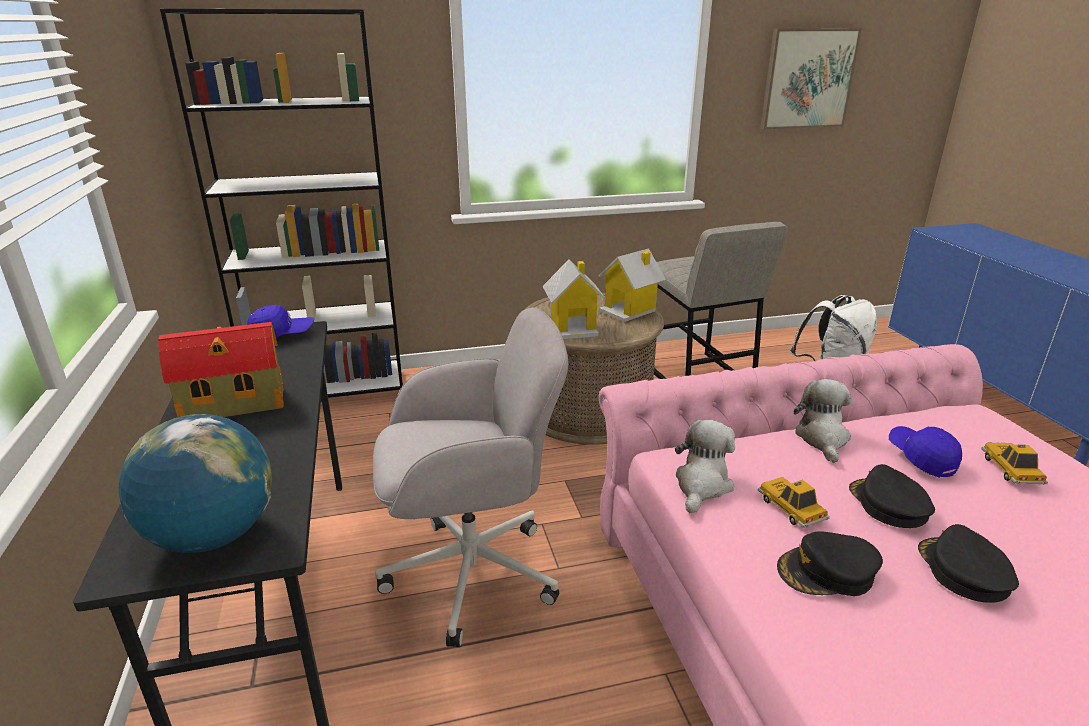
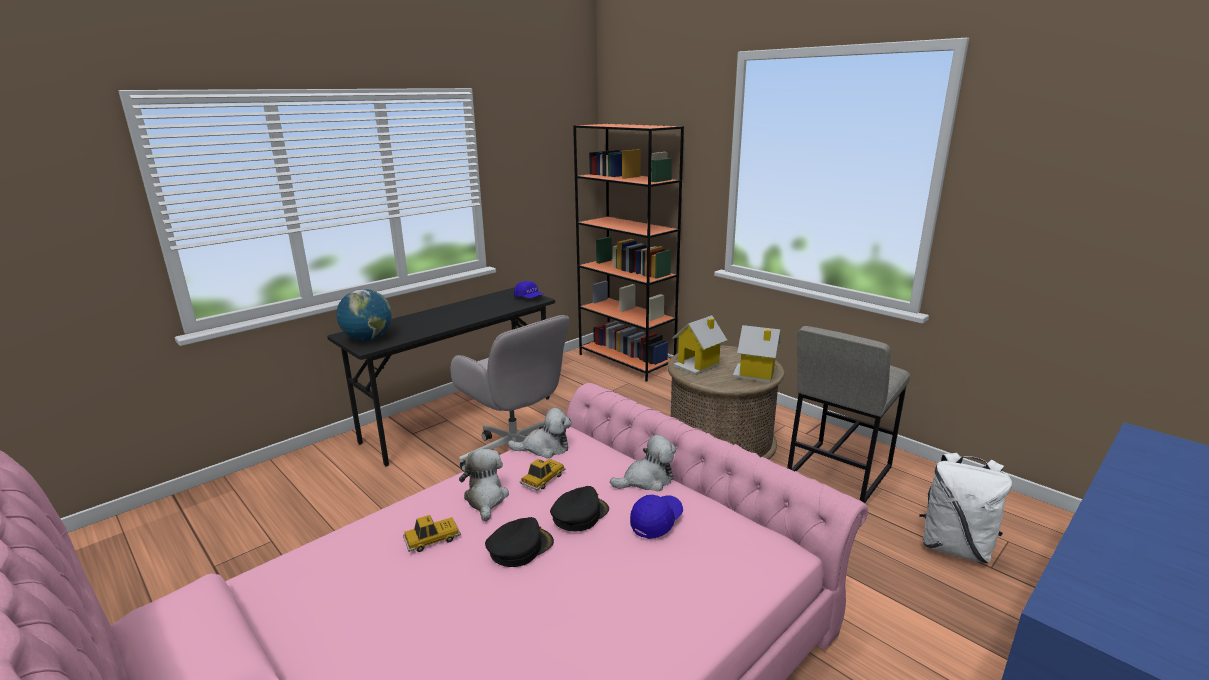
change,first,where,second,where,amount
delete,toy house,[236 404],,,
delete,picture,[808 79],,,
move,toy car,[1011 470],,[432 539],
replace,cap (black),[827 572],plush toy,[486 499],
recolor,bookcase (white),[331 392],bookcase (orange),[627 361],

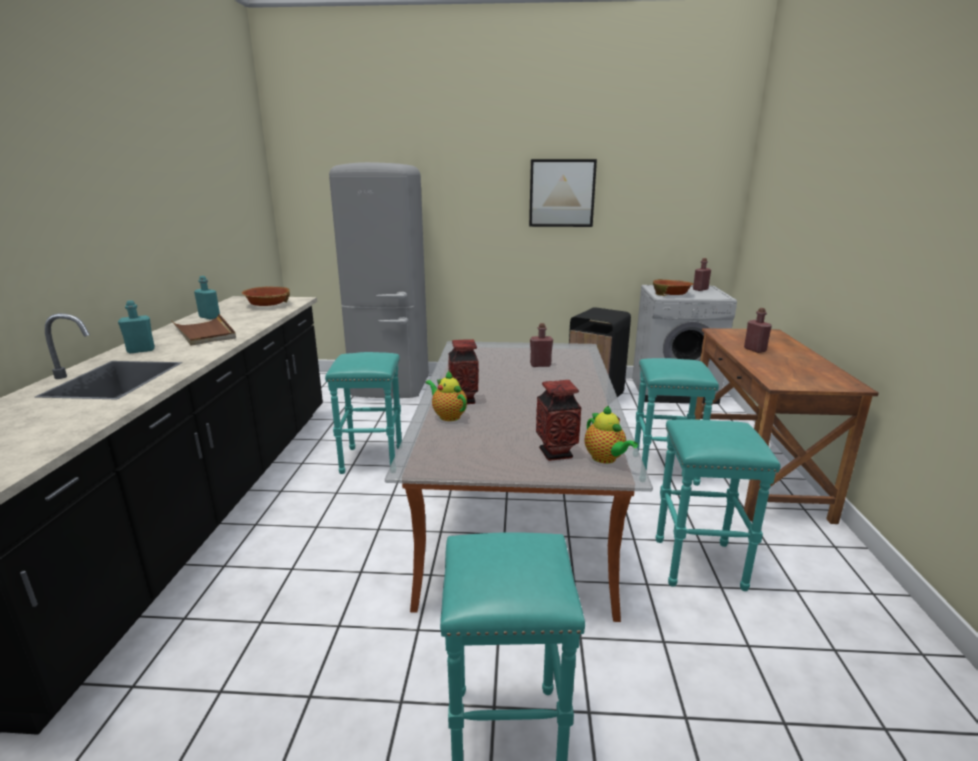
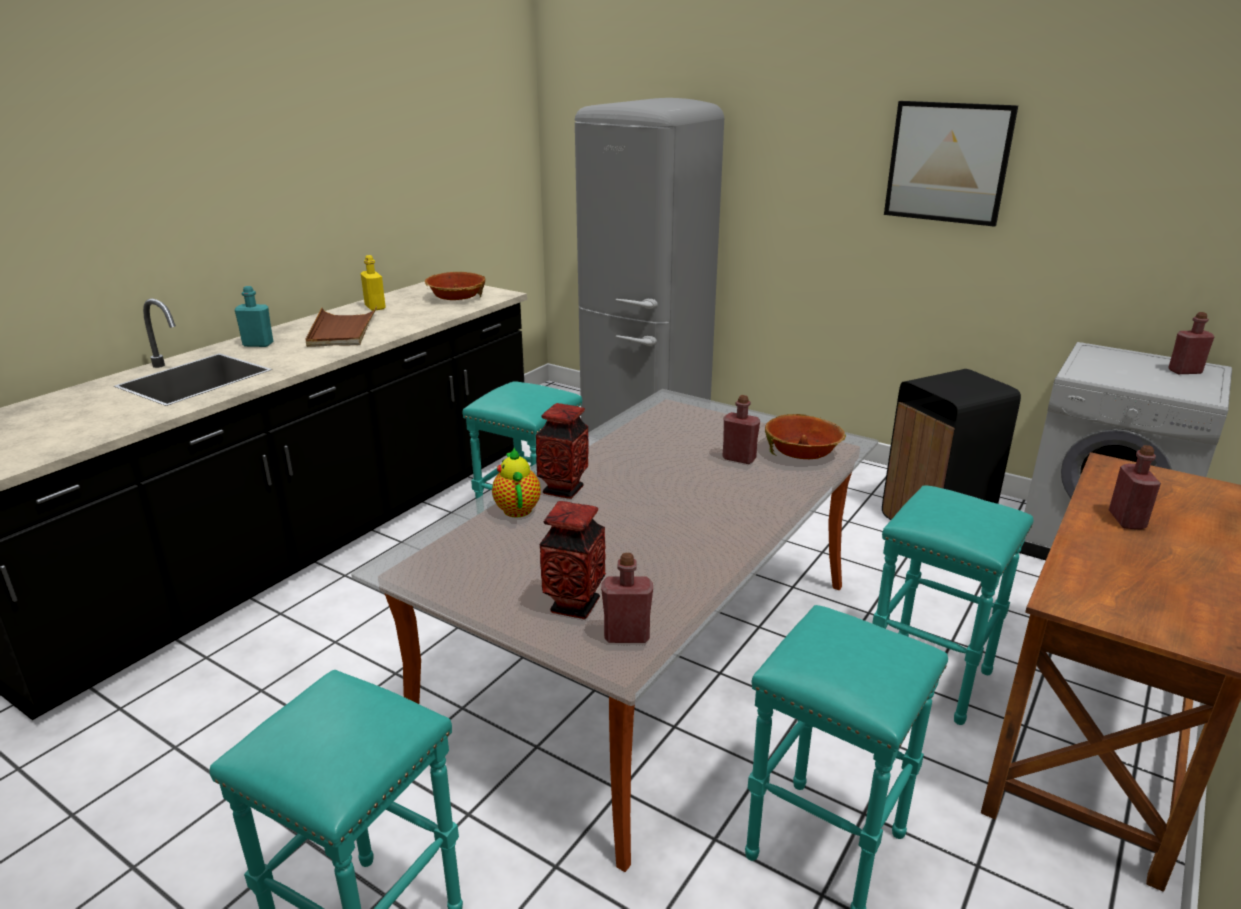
change,first,where,second,where,amount
move,bowl,[671 294],,[802 452],
replace,teapot,[605 459],bottle (red),[627 636],
recolor,bottle (turquoise),[209 317],bottle (yellow),[375 307],

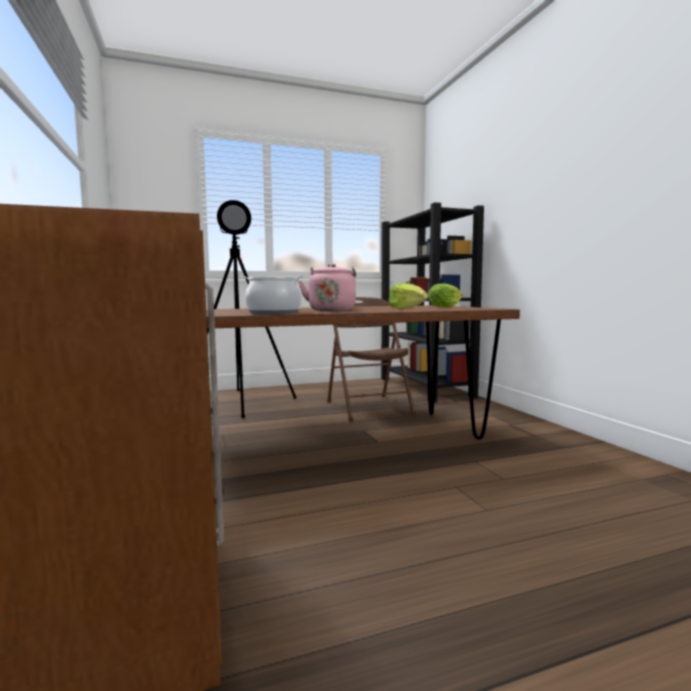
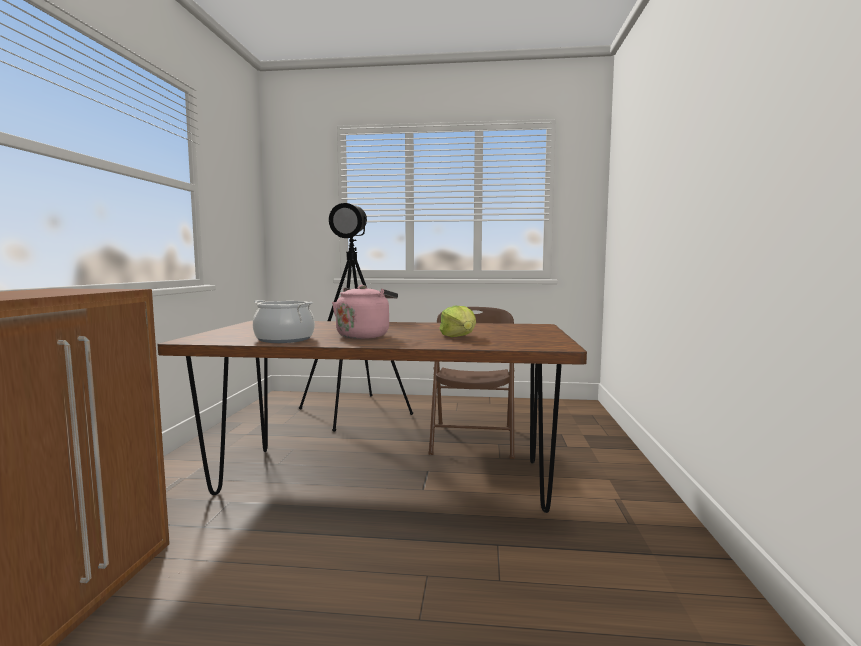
change,first,where,second,where,amount
delete,bookcase (black),[425 387],,,
delete,lettuce,[445 307],,,

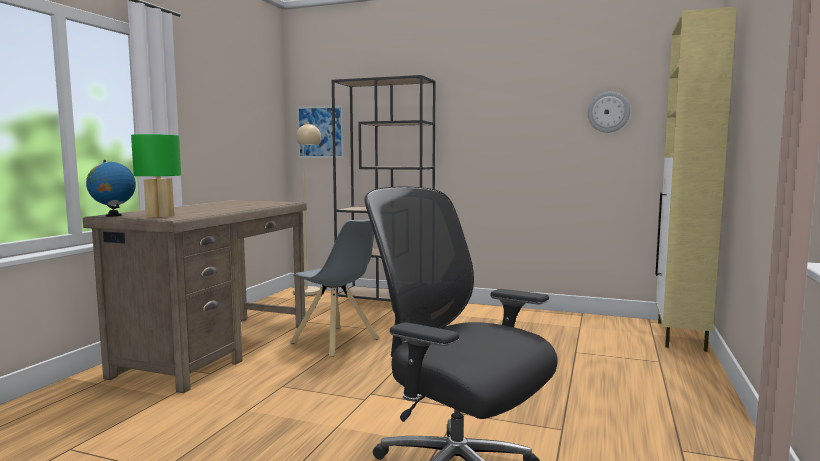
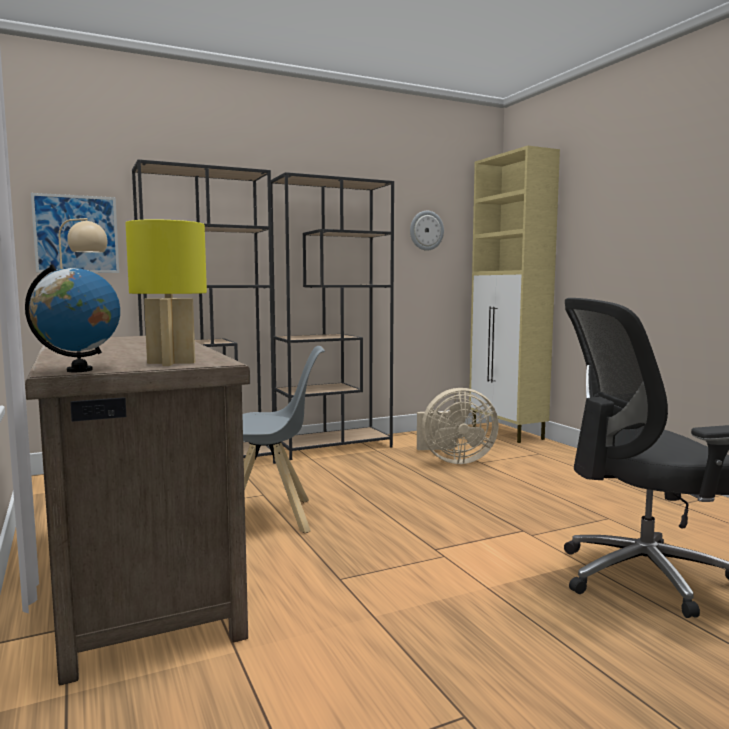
change,first,where,second,where,amount
insert,,,bookcase,[334 447],
insert,,,fan (beige),[454 460],
recolor,table lamp (green),[160 216],table lamp (yellow),[171 363],

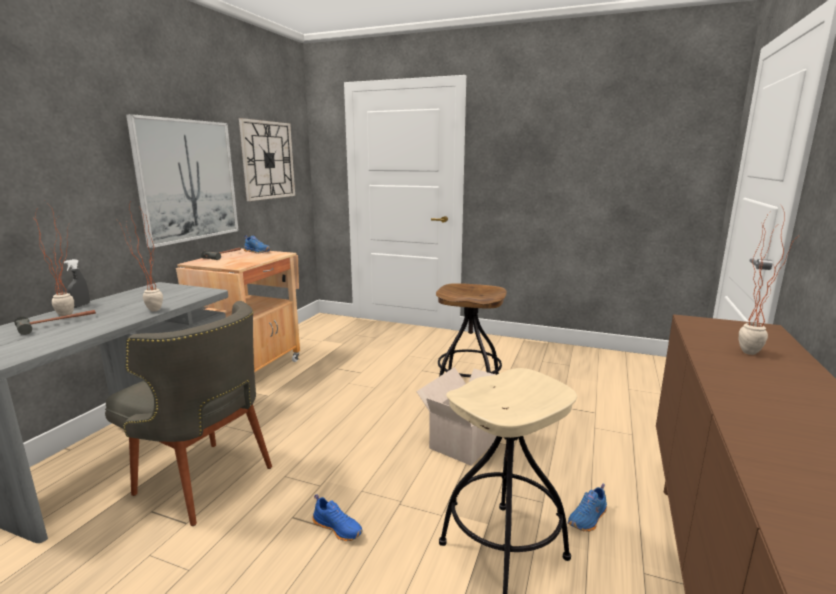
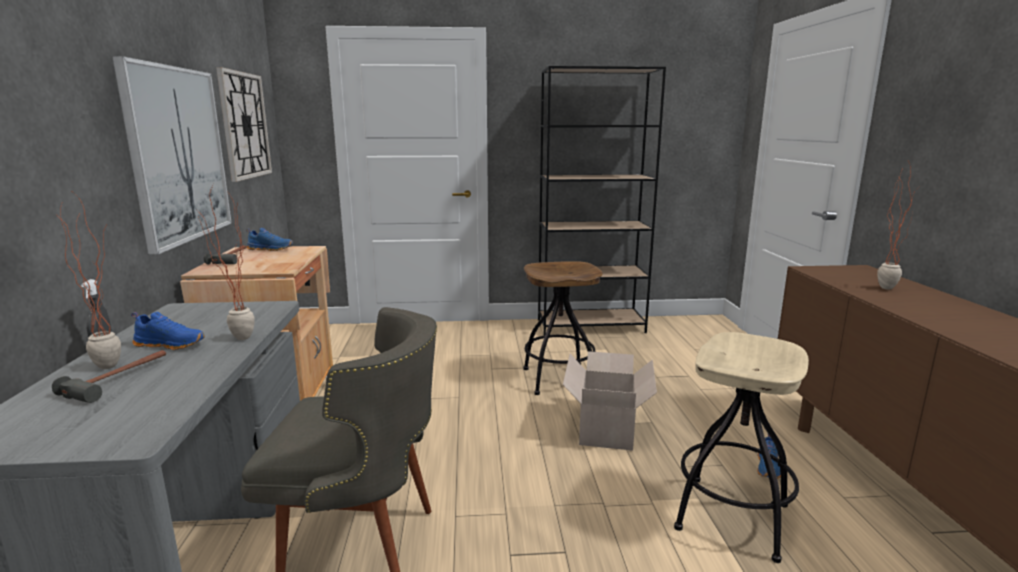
change,first,where,second,where,amount
insert,,,bookcase (beige),[591 326],
move,shoe (blue),[338 527],,[171 344],

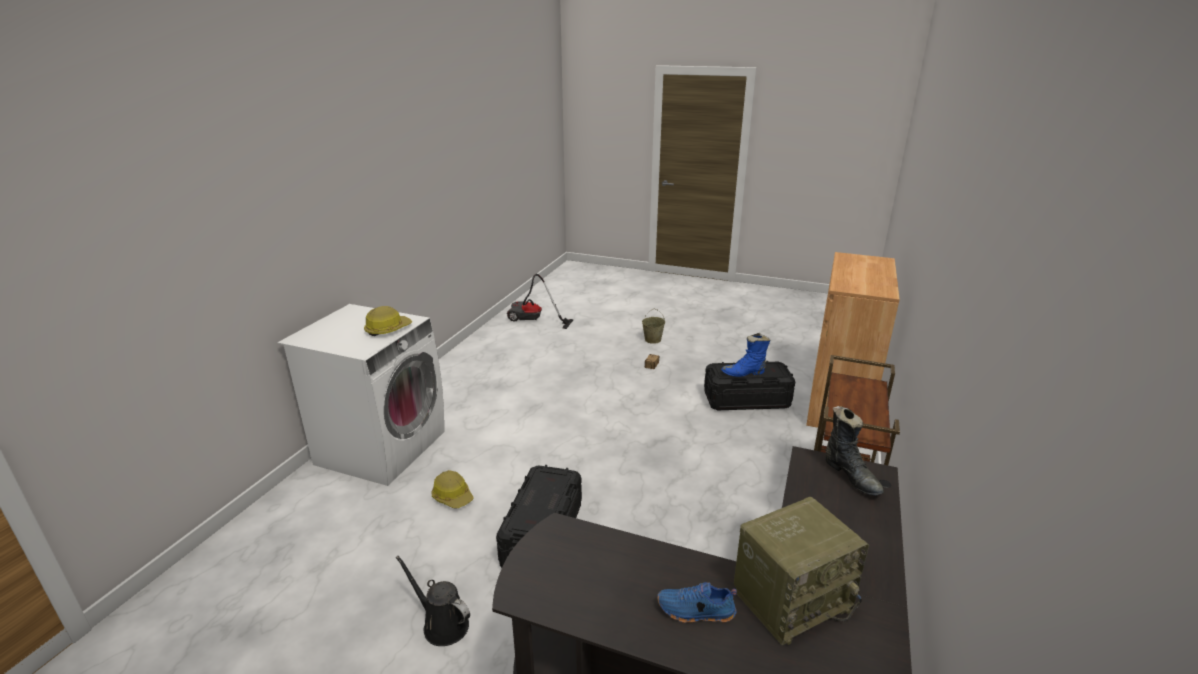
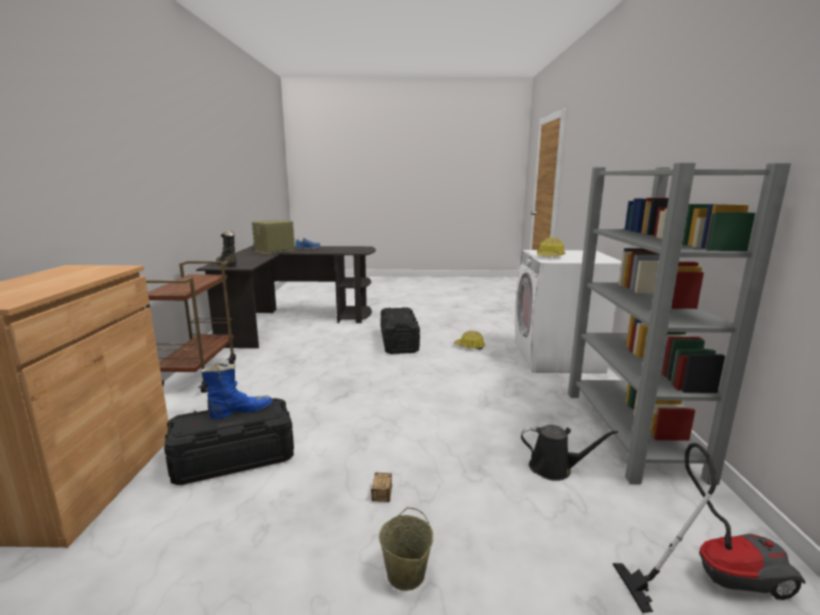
change,first,where,second,where,amount
insert,,,bookcase (grey),[631 432],
move,watering can (black),[442 624],,[554 468],

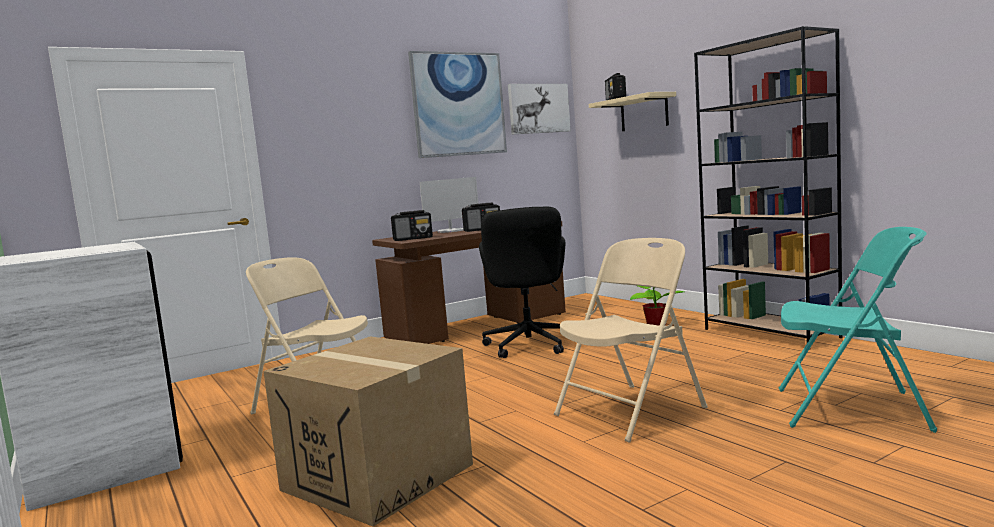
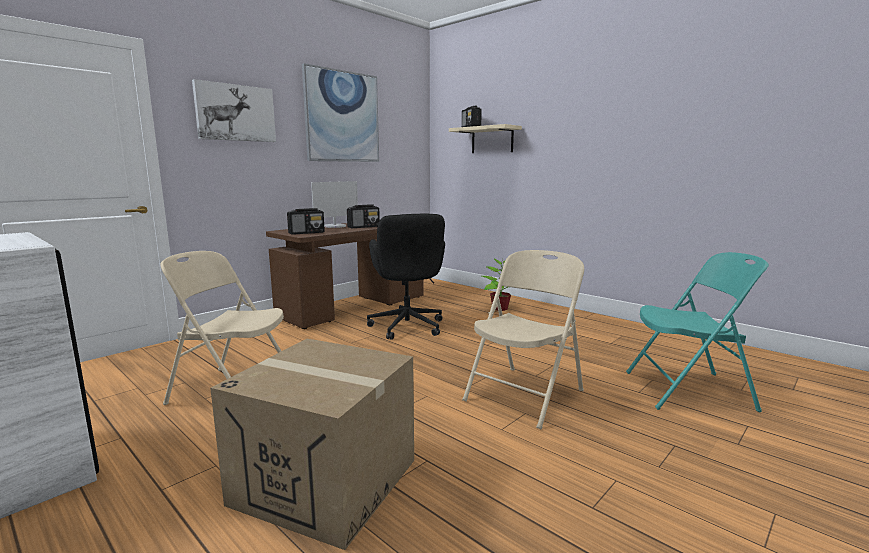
change,first,where,second,where,amount
delete,bookcase (beige),[771 333],,,
move,picture,[538 108],,[235 113],

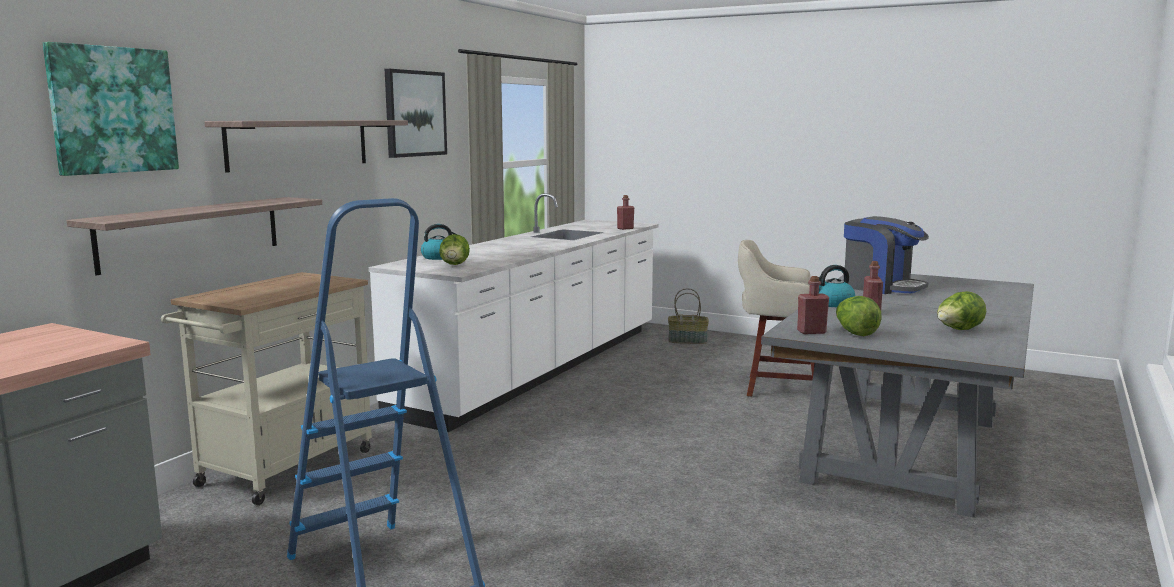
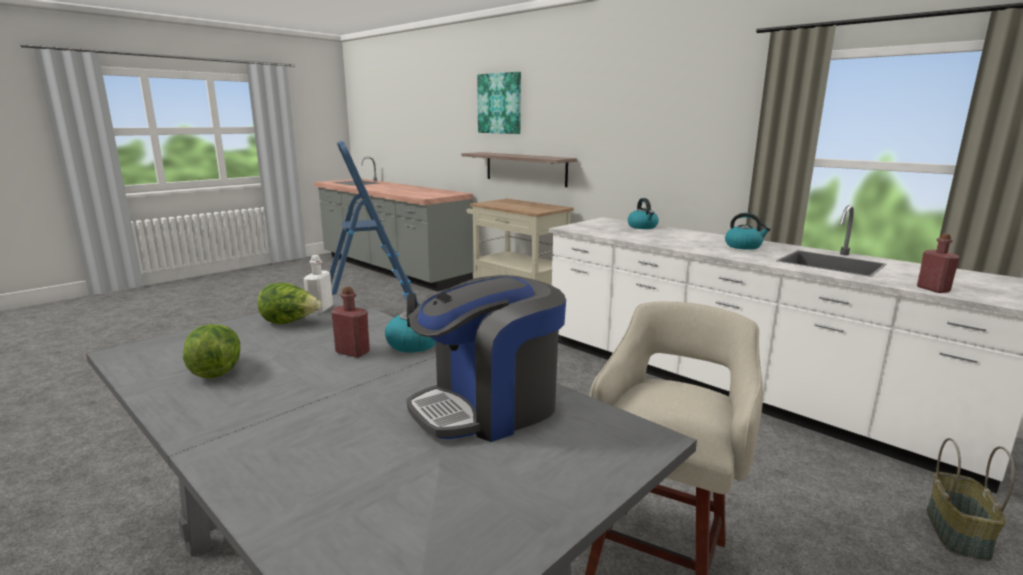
change,first,where,second,where,amount
delete,shelf,[299 144],,,
delete,picture,[414 113],,,
delete,lettuce,[455 265],,,
insert,,,kettle,[743 246],
recolor,bottle (red),[811 332],bottle (white),[320 309],

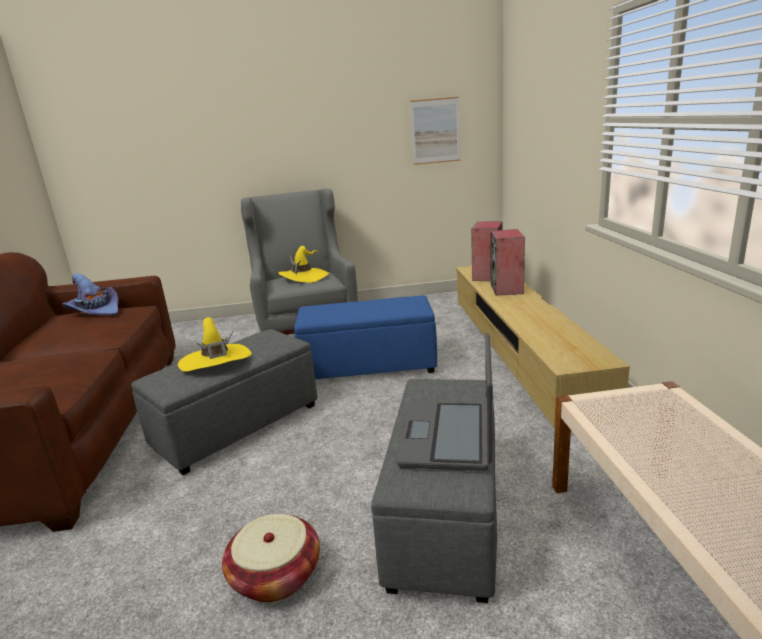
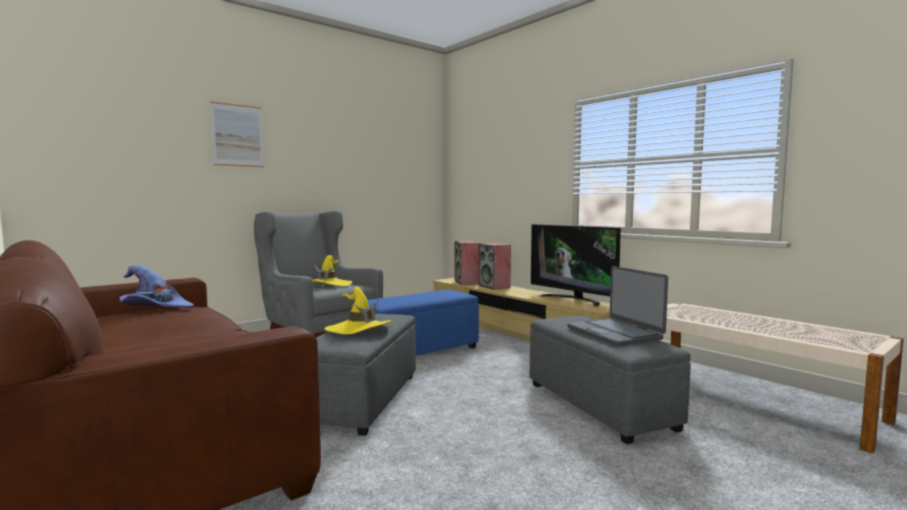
change,first,where,second,where,amount
delete,basket,[276 576],,,
insert,,,television,[573 299],
move,picture,[435 131],,[237 135],

